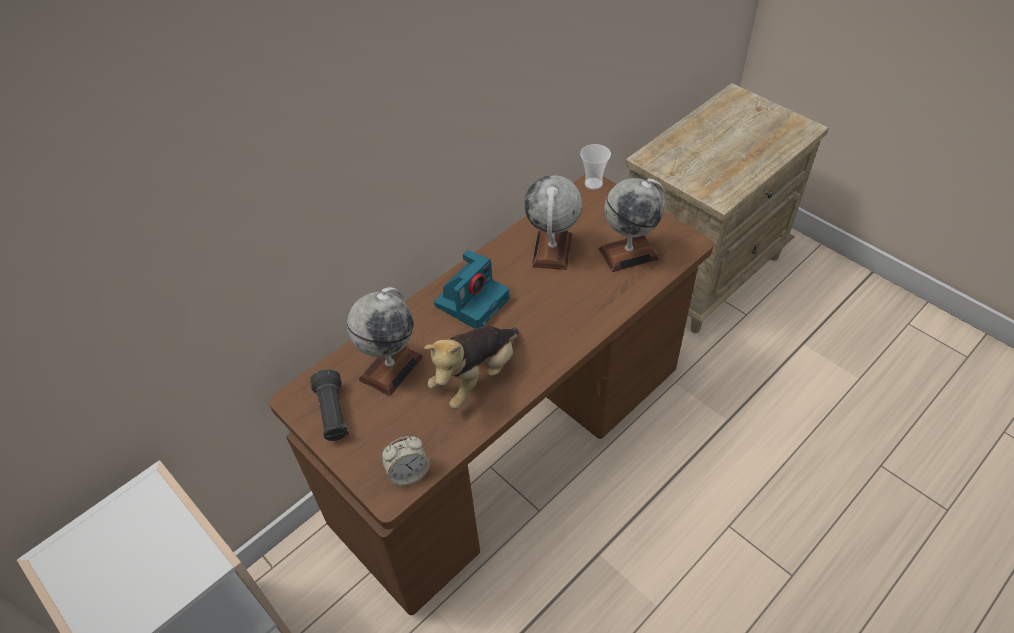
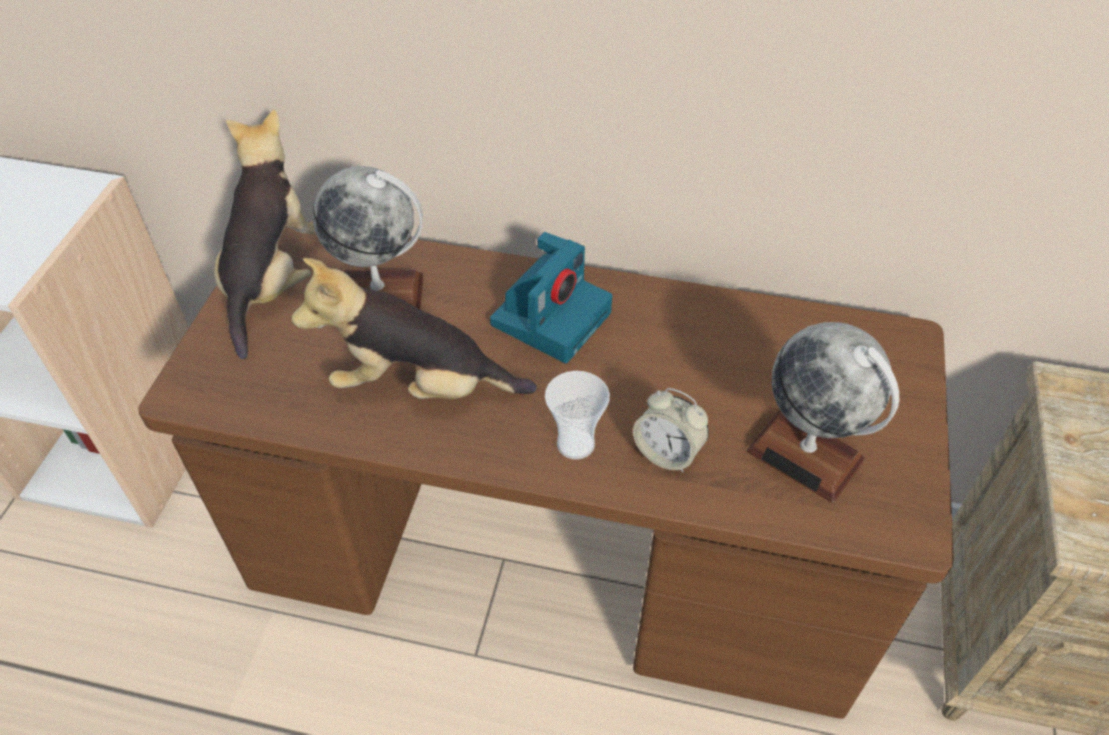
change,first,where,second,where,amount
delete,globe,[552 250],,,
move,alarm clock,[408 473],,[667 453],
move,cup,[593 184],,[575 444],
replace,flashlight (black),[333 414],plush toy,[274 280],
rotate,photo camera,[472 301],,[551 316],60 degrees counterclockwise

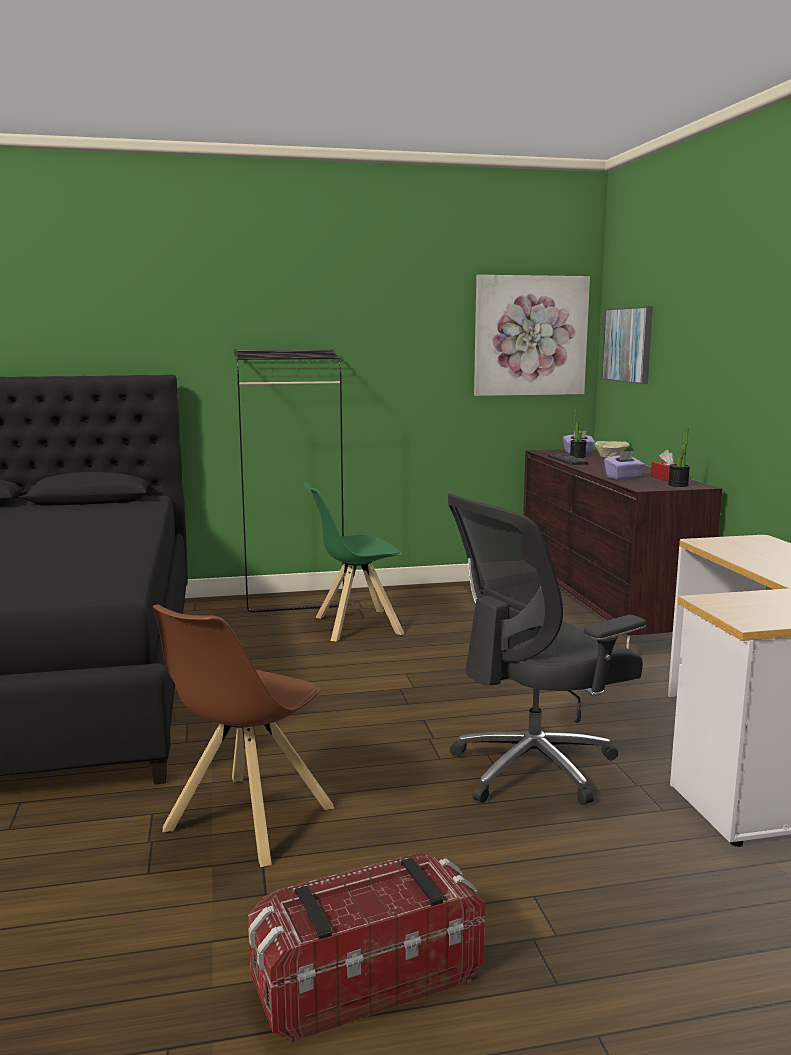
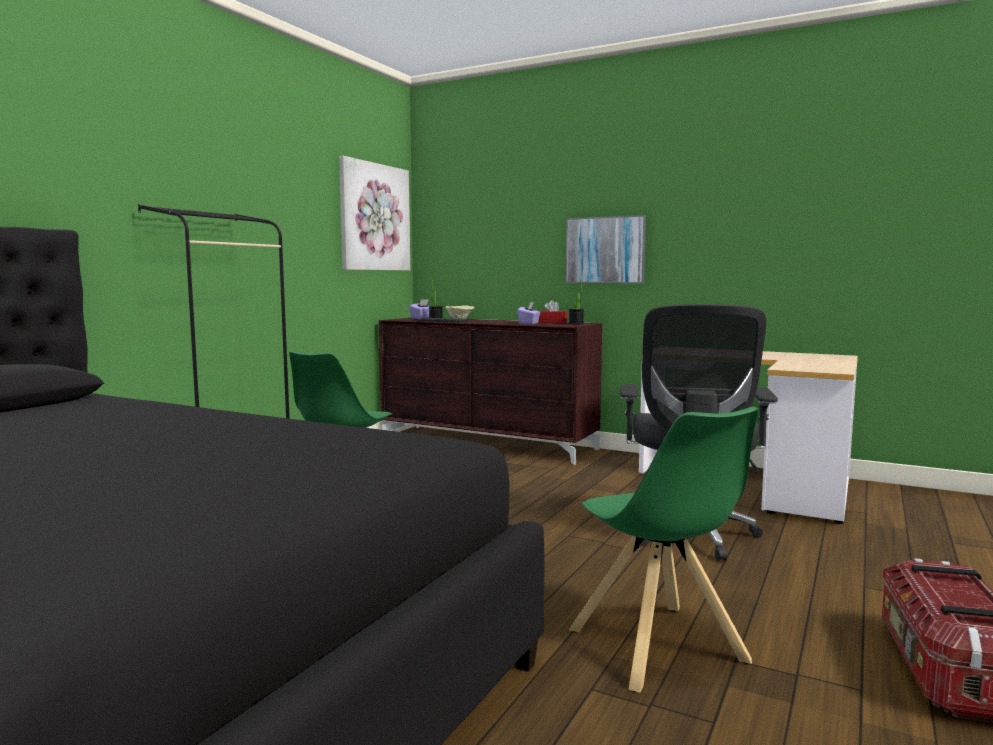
change,first,where,second,where,amount
move,picture,[628 345],,[605 250],
recolor,chair (brown),[246 821],chair (green),[659 648],

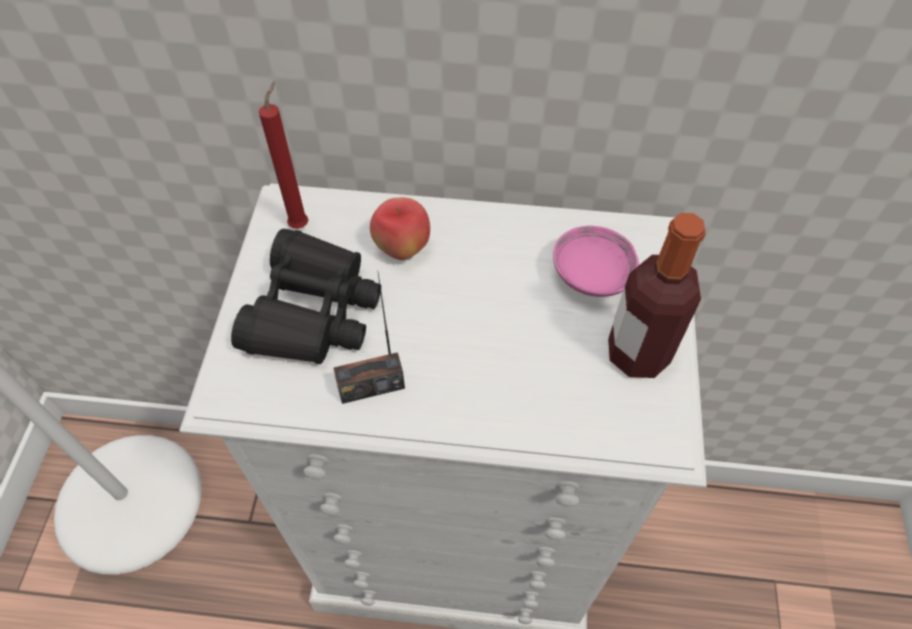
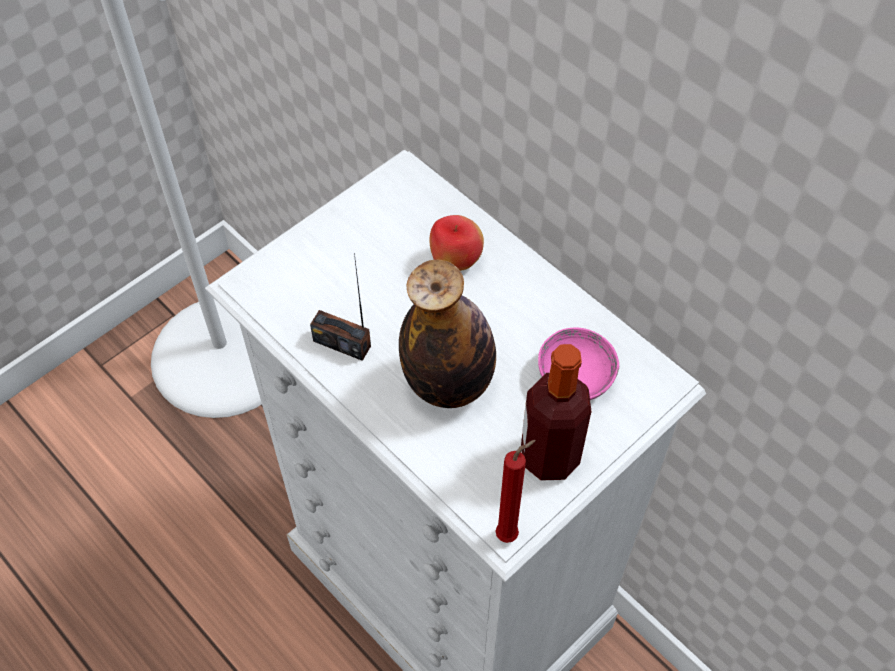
change,first,where,second,where,amount
delete,binoculars (black),[313 311],,,
insert,,,bottle,[448 383],
move,candle (red),[301 224],,[510 534],

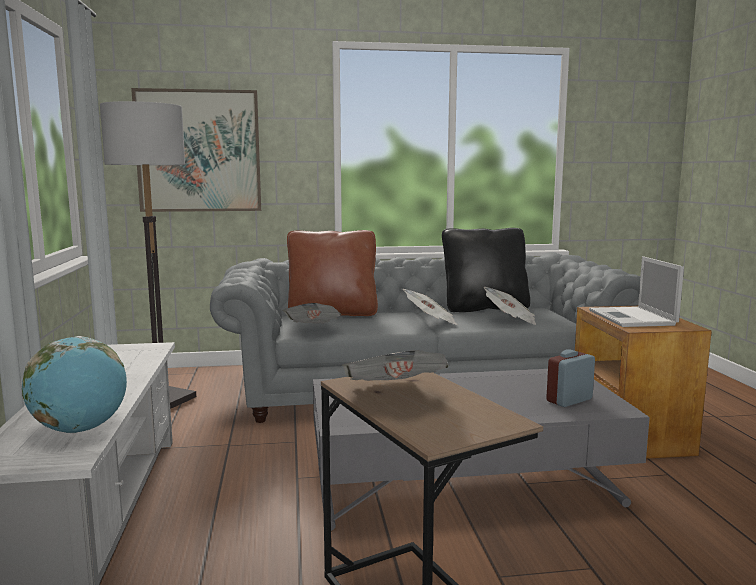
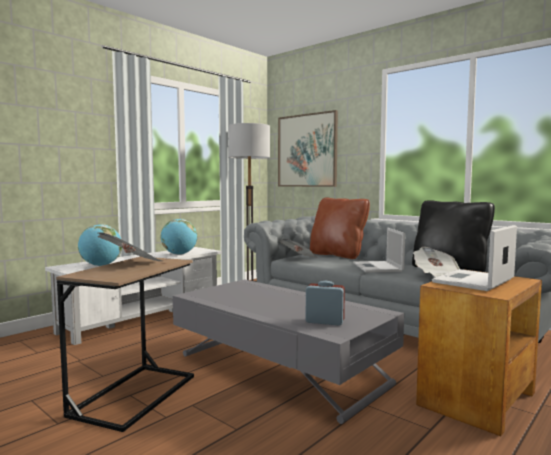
change,first,where,second,where,amount
insert,,,globe,[179 254],
replace,newspaper,[430 321],laptop,[378 267],

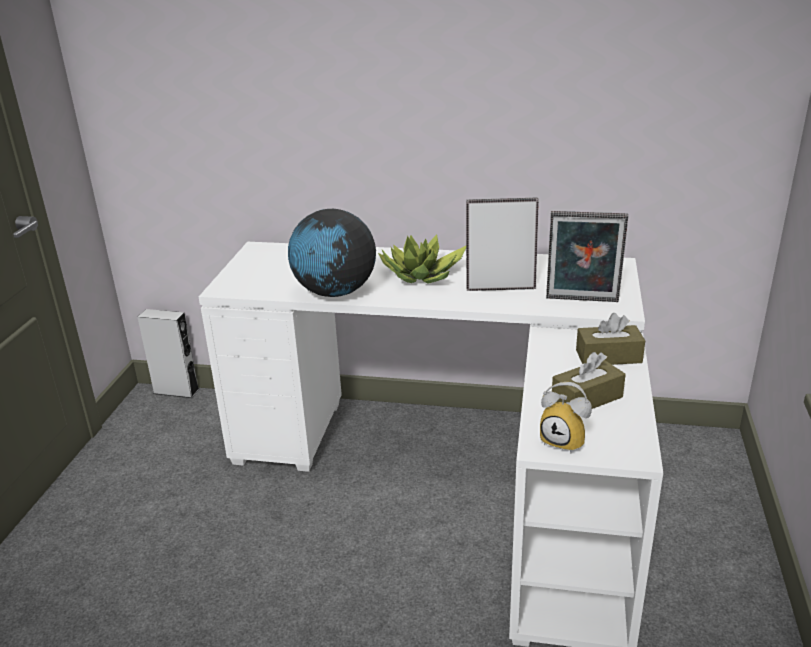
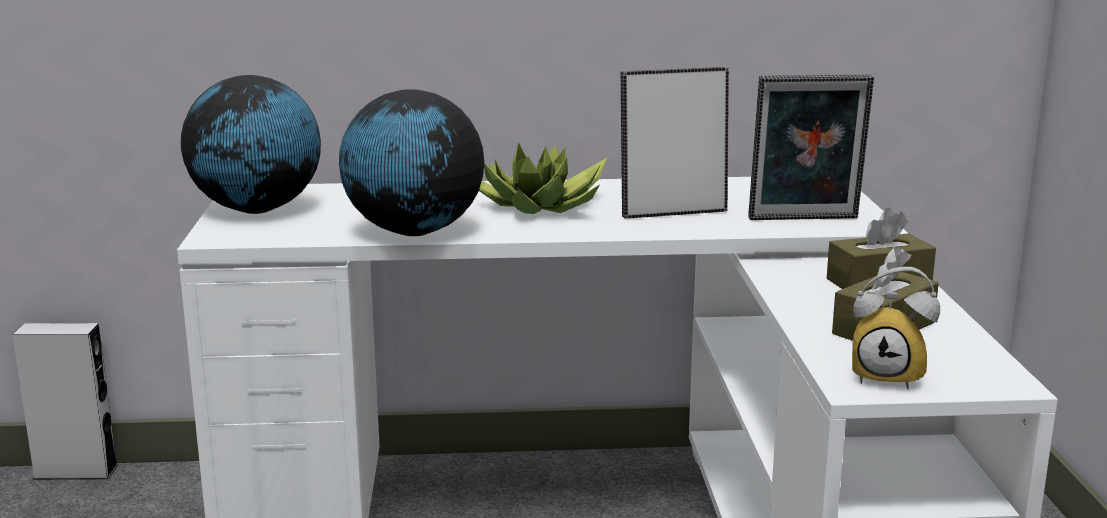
change,first,where,second,where,amount
insert,,,globe,[256 210],

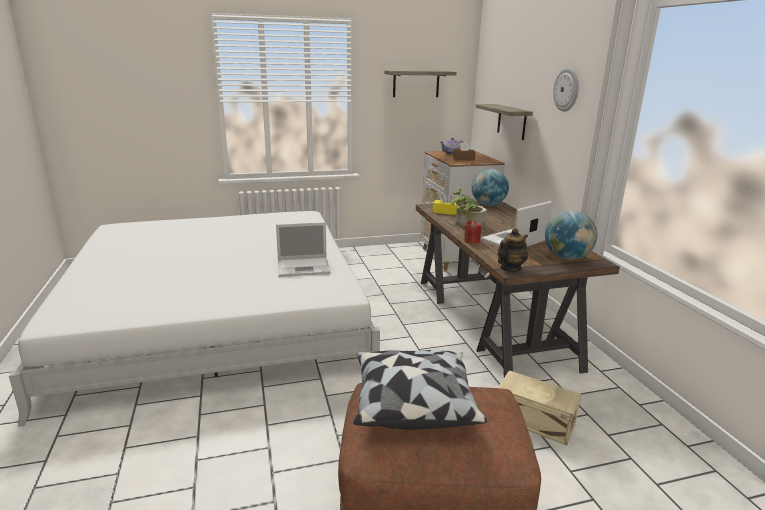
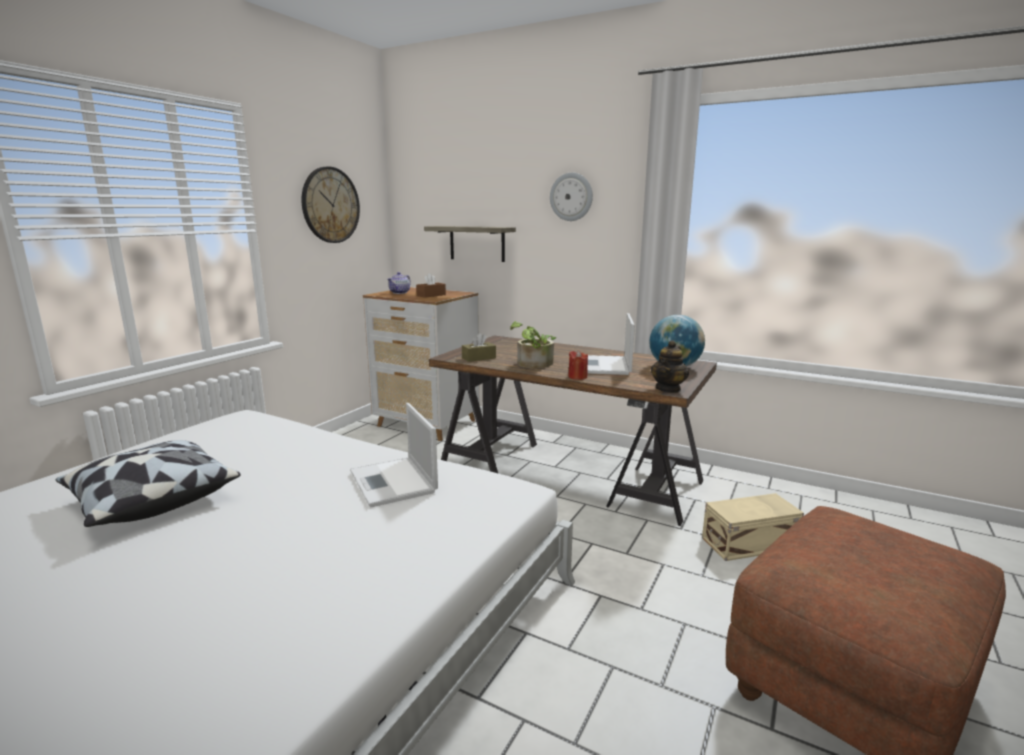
change,first,where,second,where,amount
delete,globe,[488 205],,,
move,pillow,[413 403],,[151 500],
replace,shelf,[416 84],wall clock,[330 205],
recolor,tissue box (yellow),[445 212],tissue box (brown),[479 358],
rotate,laptop,[304 267],,[394 482],120 degrees clockwise
rotate,teapot,[510 268],,[668 389],150 degrees counterclockwise

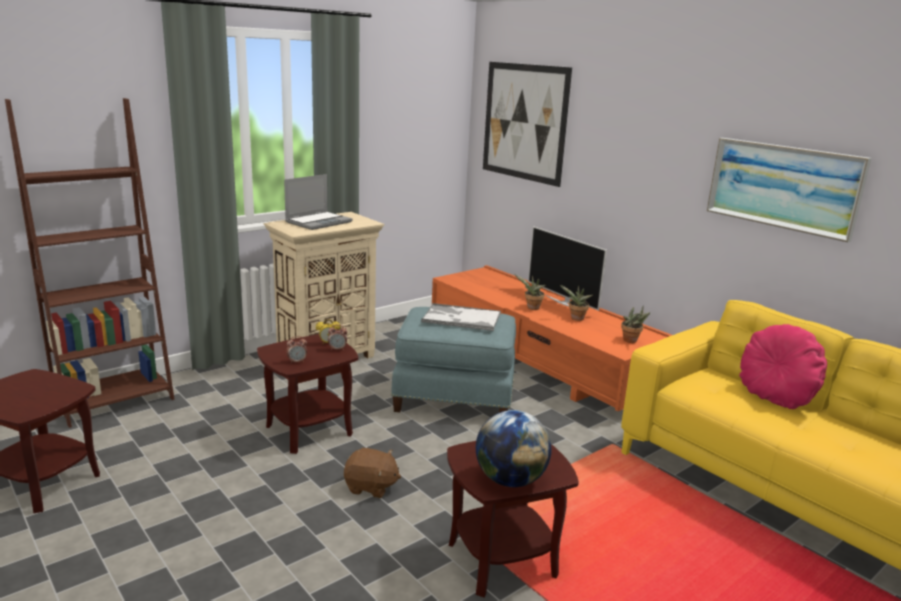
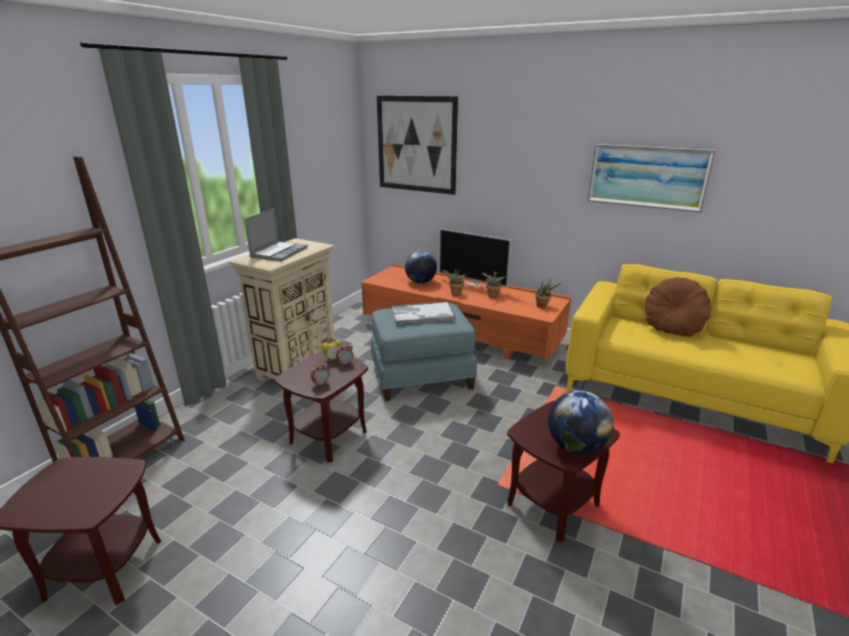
change,first,where,second,where,amount
delete,plush toy (brown),[371 487],,,
insert,,,globe,[421 282],
recolor,pillow (pink),[774 399],pillow (brown),[671 331],

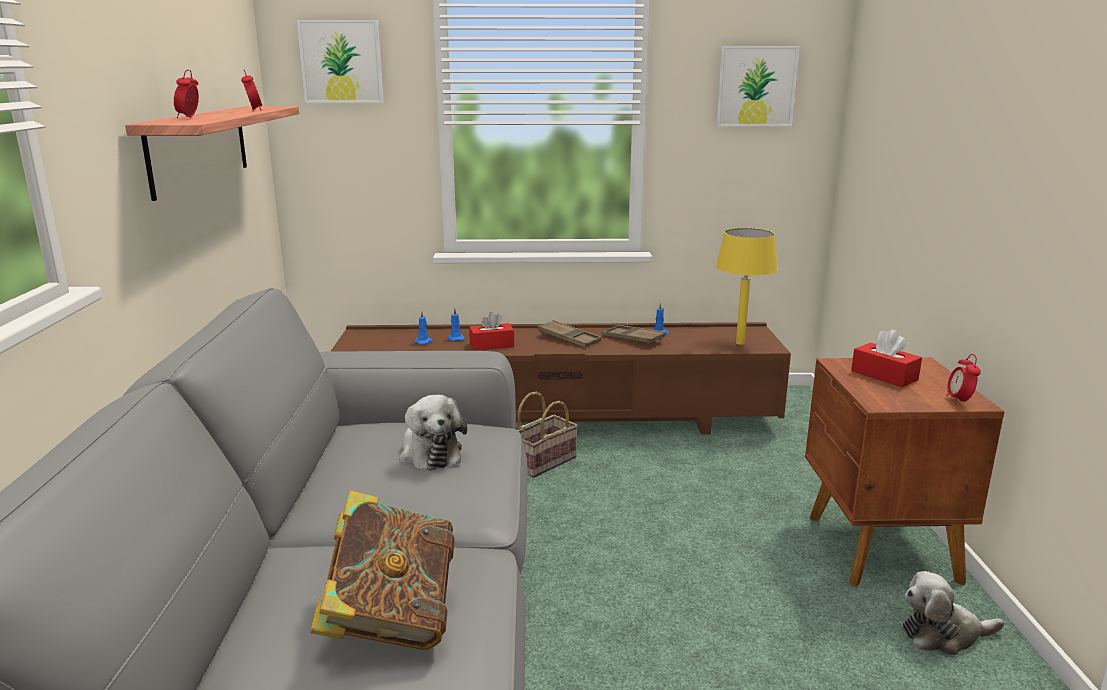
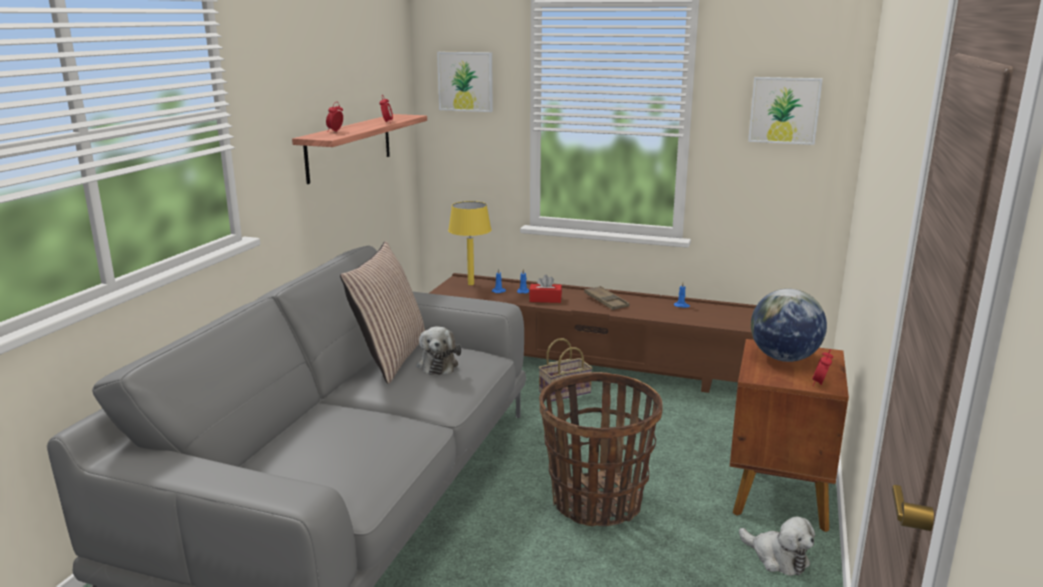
change,first,where,second,where,amount
delete,book,[390 619],,,
delete,tray (brown),[633 339],,,
insert,,,pillow,[390 358],
insert,,,basket,[597 502],
move,table lamp (yellow),[740 343],,[470 284],
replace,tissue box (red),[884 375],globe,[783 358],
rotate,plush toy,[943 634],,[777 558],150 degrees counterclockwise

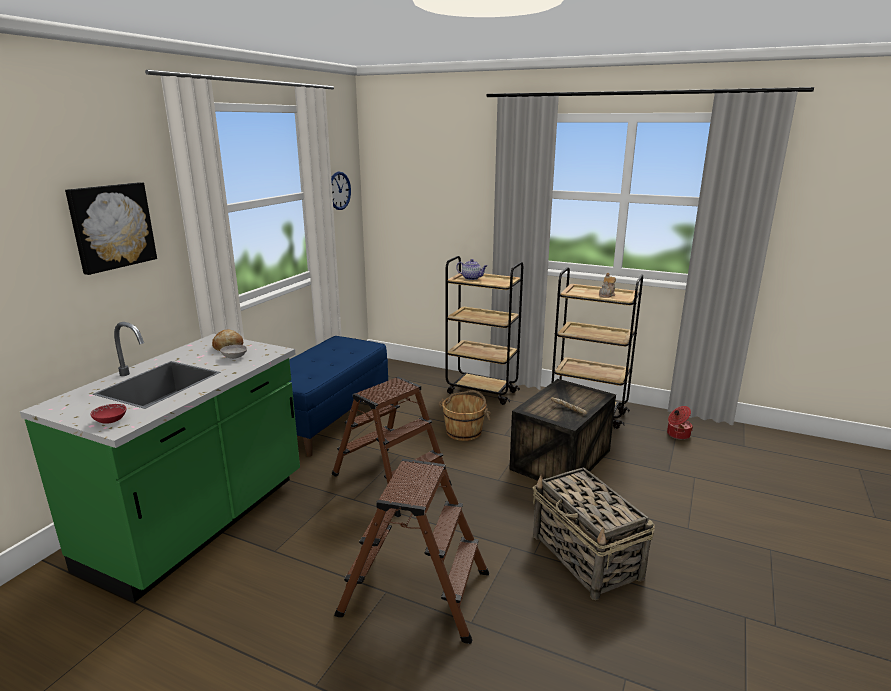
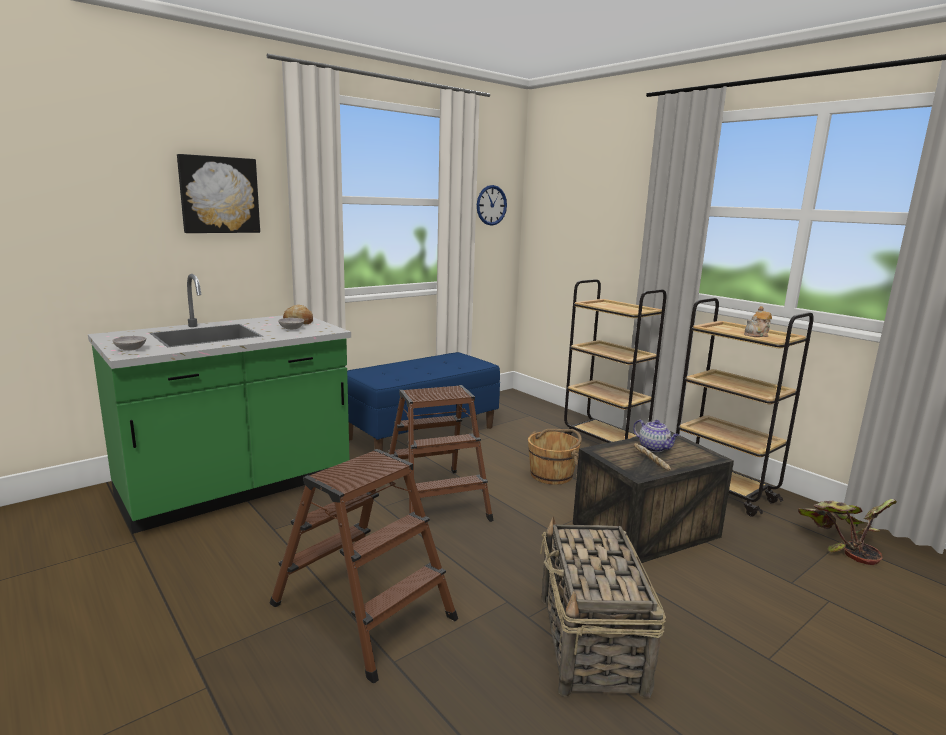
change,first,where,second,where,amount
move,teapot,[472 278],,[654 448],
replace,cooking pot,[677 434],potted plant,[840 544],
recolor,bowl (red),[110 421],bowl (grey),[130 349],

